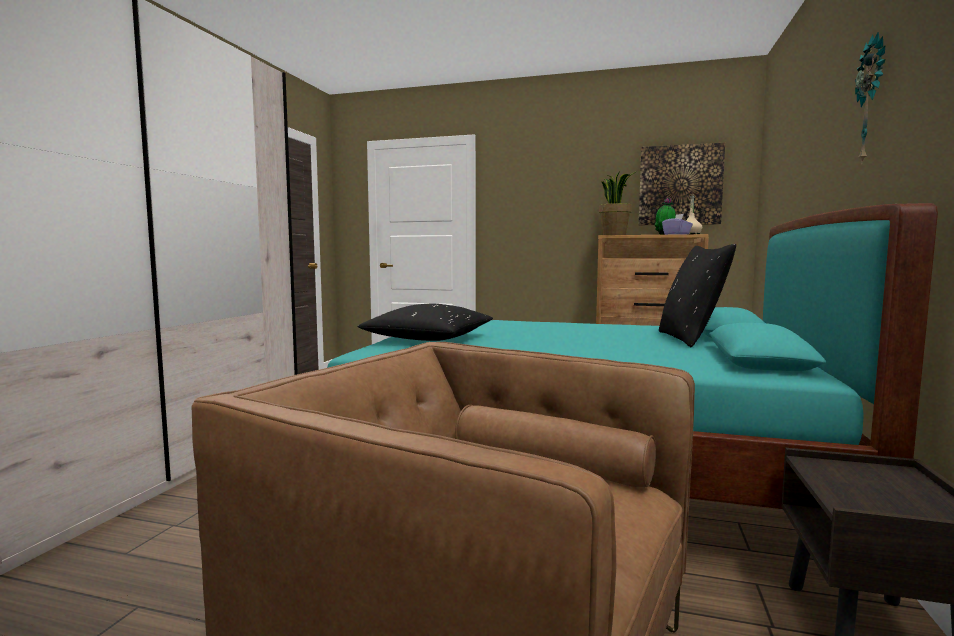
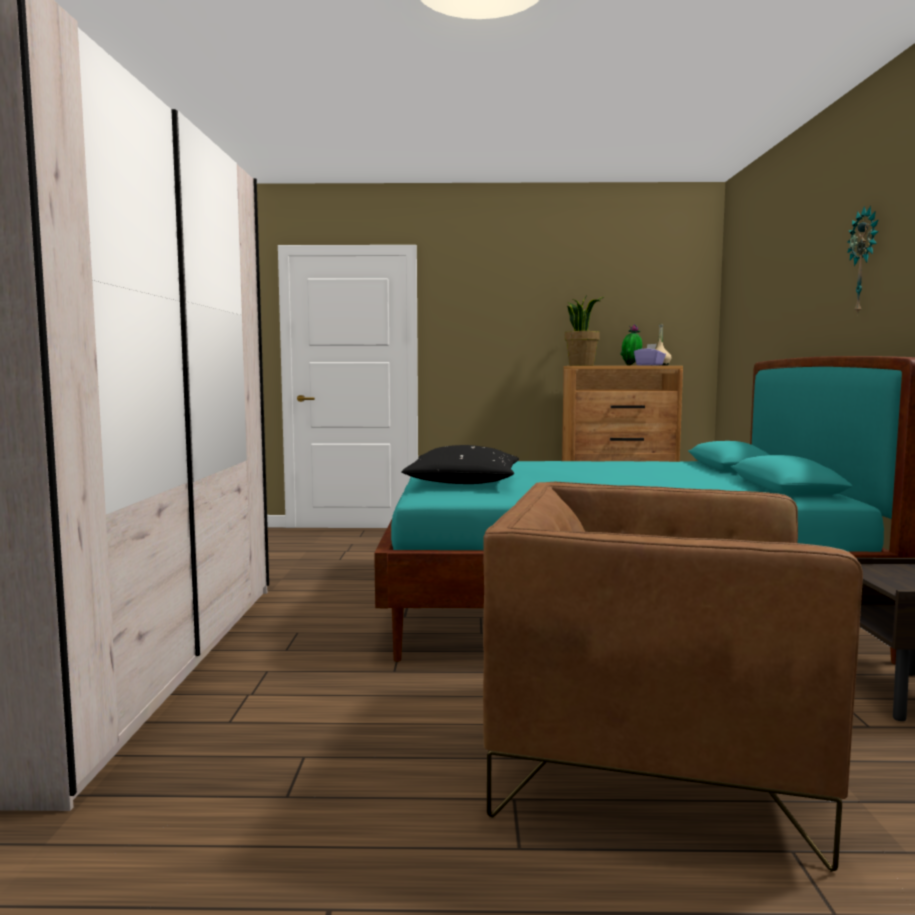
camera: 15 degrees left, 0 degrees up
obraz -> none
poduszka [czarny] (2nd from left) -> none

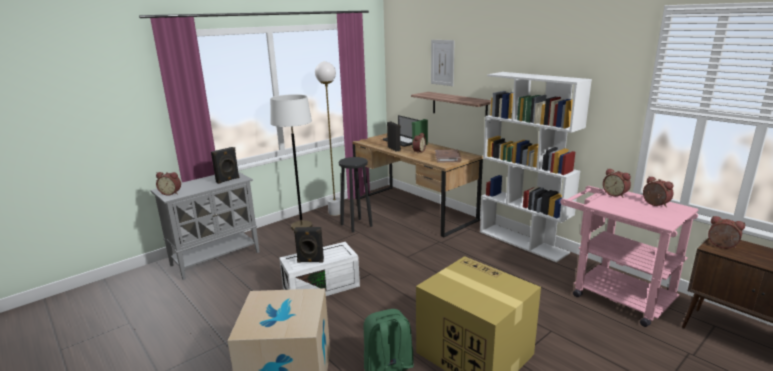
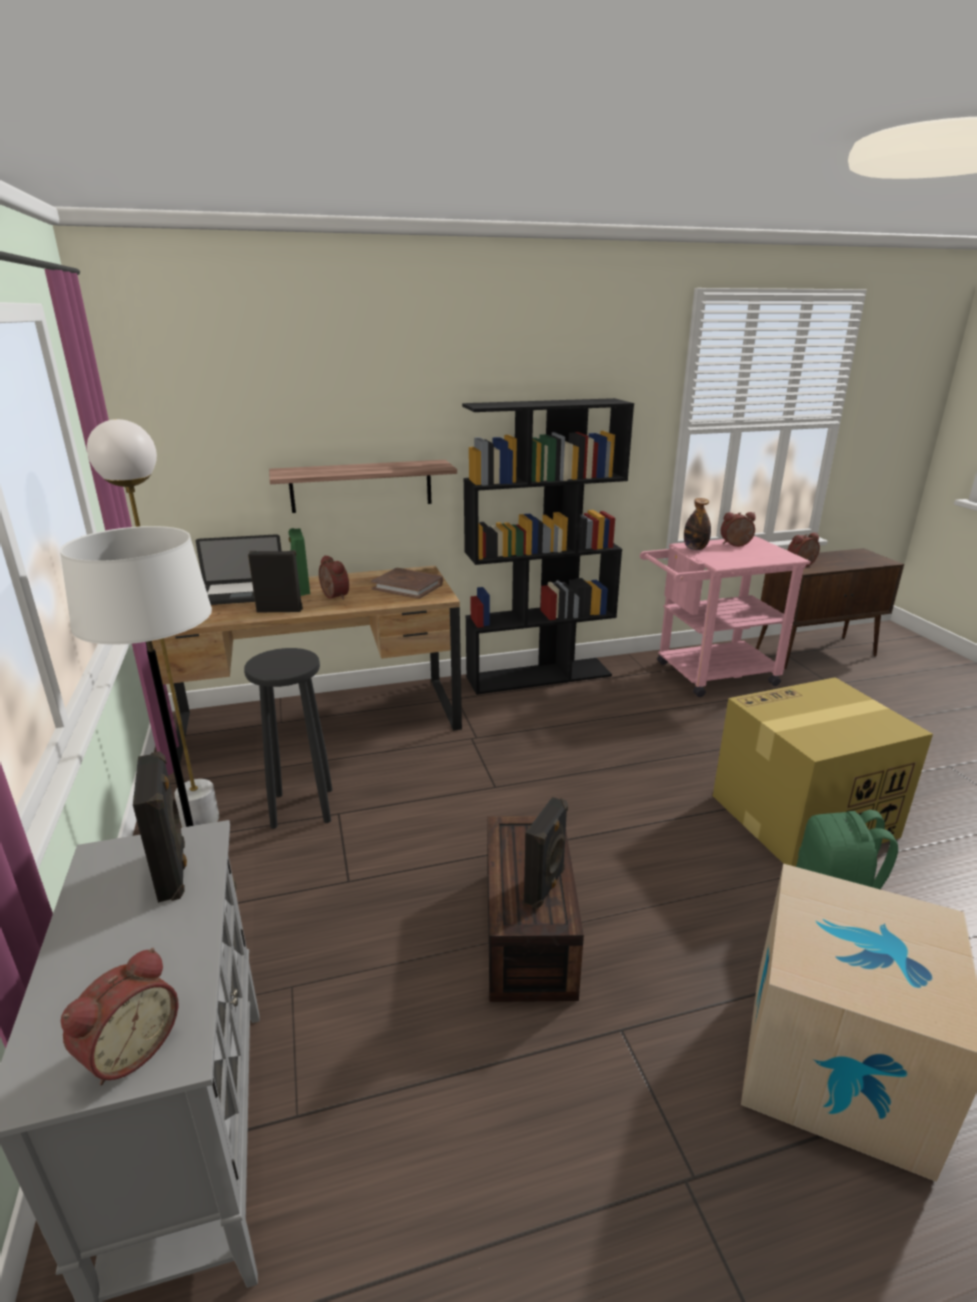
camera: 65 degrees left, 5 degrees up
regał [biały] -> regał [czarny]
pojemnik do przechowywania [biały] -> pojemnik do przechowywania [brązowy]
budzik (3rd from left) -> butelka
obraz -> none

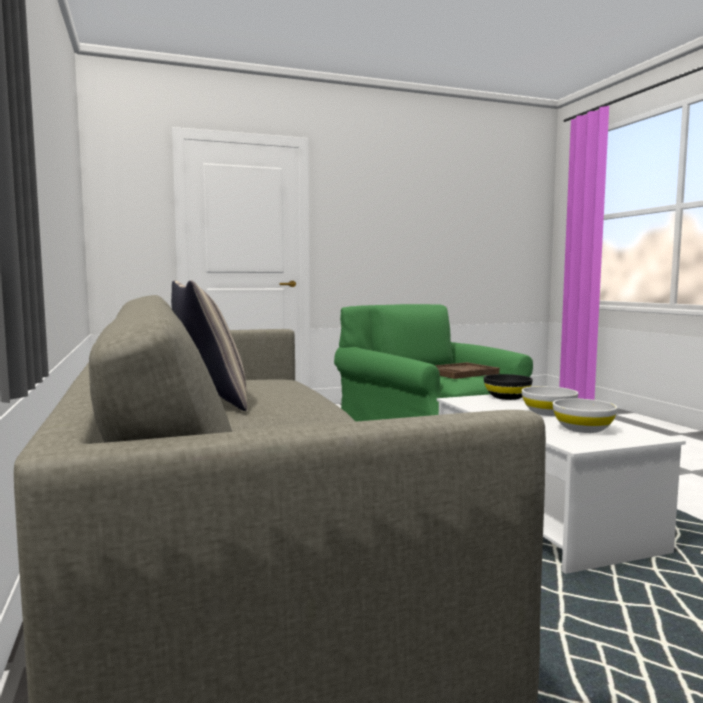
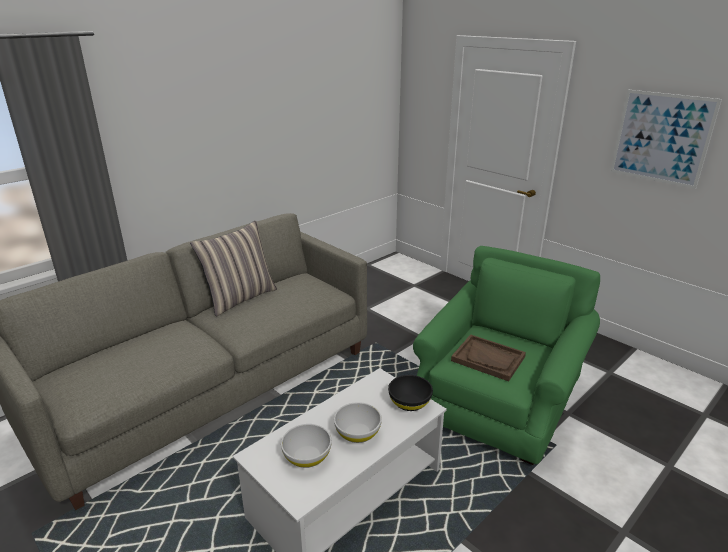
camera: 65 degrees right, 20 degrees up
none -> obraz

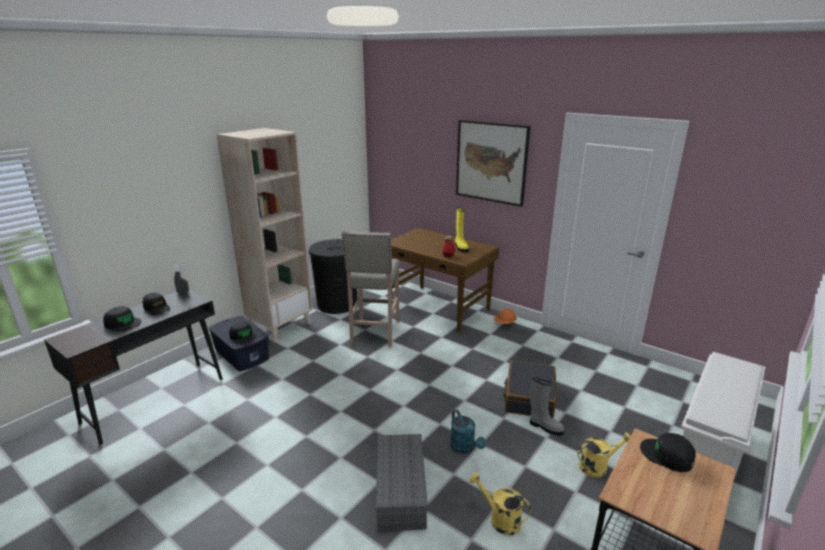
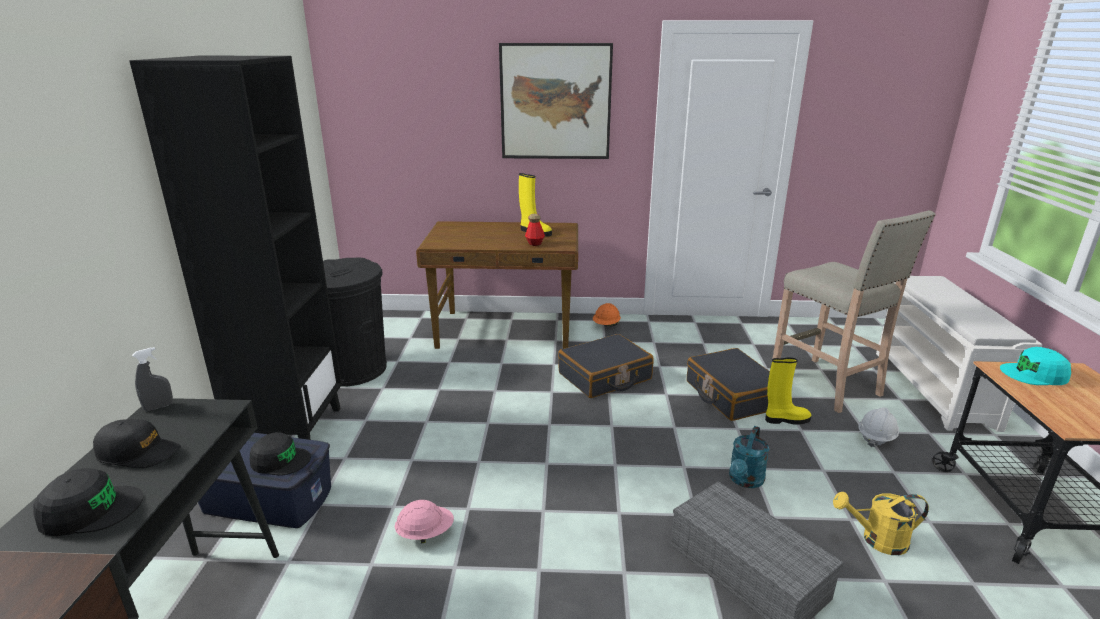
camera: 35 degrees left, 0 degrees up
regał [beżowy] -> regał [czarny]
none -> kask [różowy]
none -> walizka [czarny] (1st from left)
konewka [turkusowy], 90 degrees clockwise
but z cholewką [szary] -> but z cholewką [żółty] (2nd from left)
stołek [beżowy], move
konewka [żółty] (2nd from left) -> kask [biały]
czapka z daszkiem [czarny] (4th from left) -> czapka z daszkiem [turkusowy]

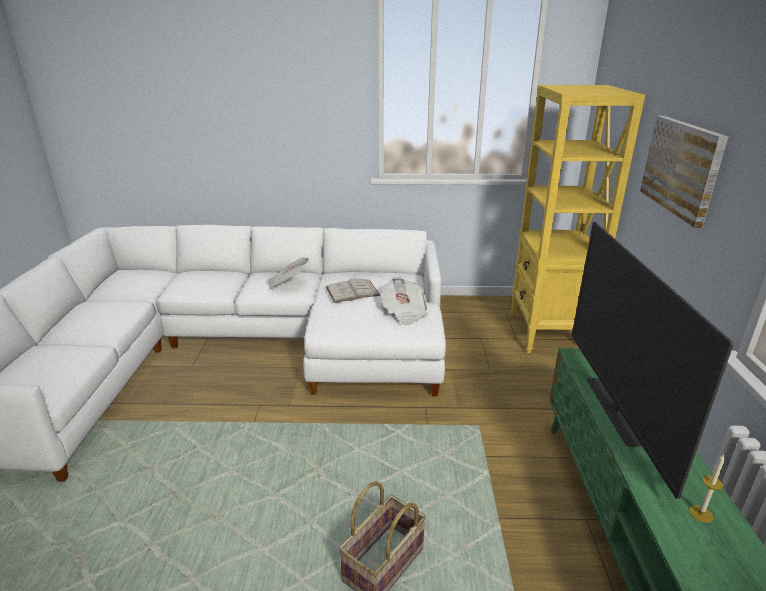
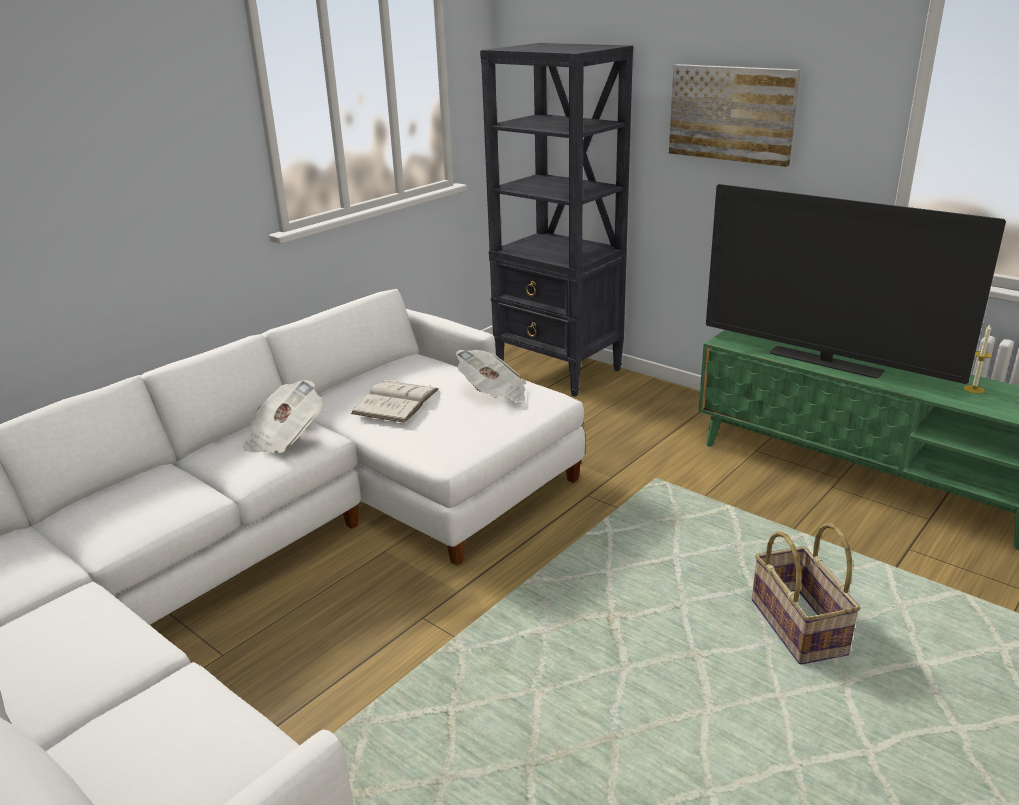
camera: 50 degrees left, 0 degrees up
regał [żółty] -> regał [czarny]

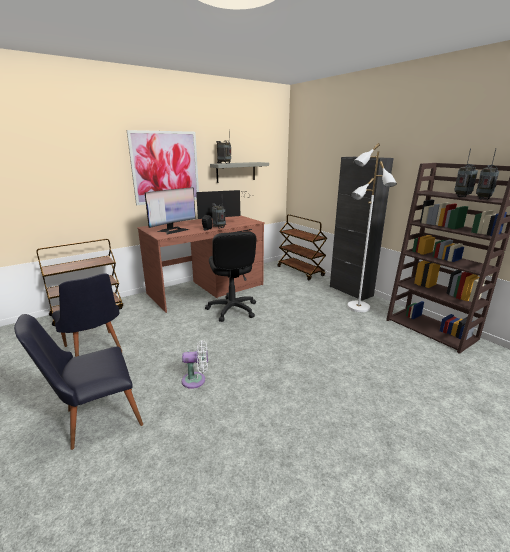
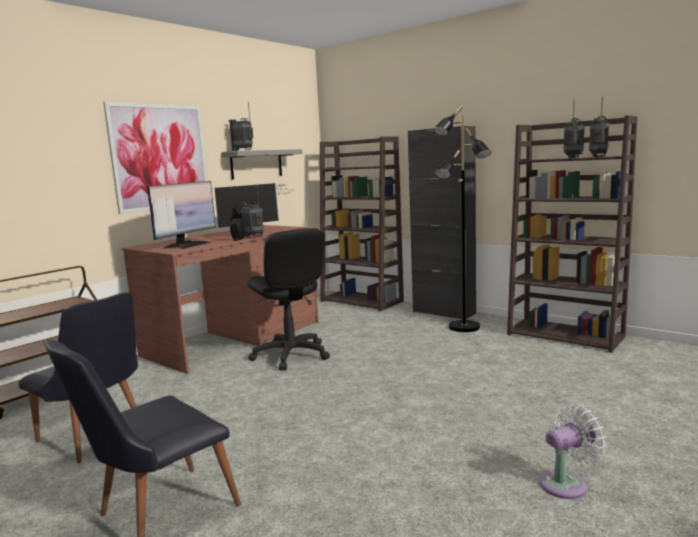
camera: 15 degrees left, 10 degrees down
wózek [brązowy] (2nd from left) -> regał [brązowy] (1st from left)
lampa stojąca [biały] -> lampa stojąca [czarny]
wentylator [biały], move

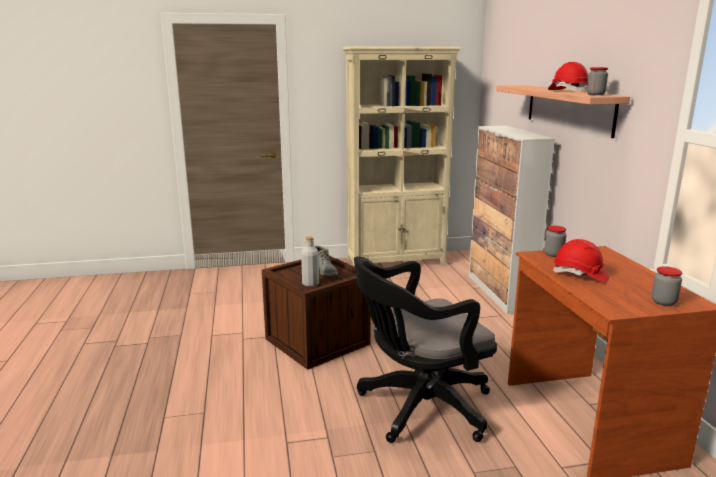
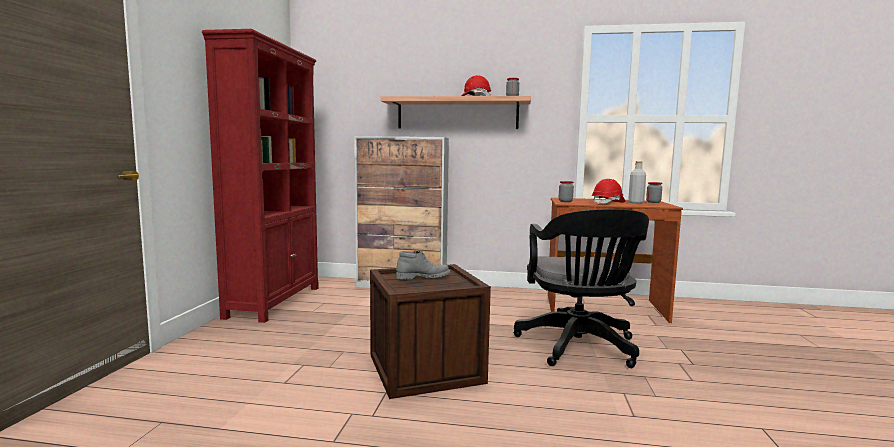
camera: 70 degrees left, 10 degrees down
regał [beżowy] -> regał [czerwony]
butelka [szary], move

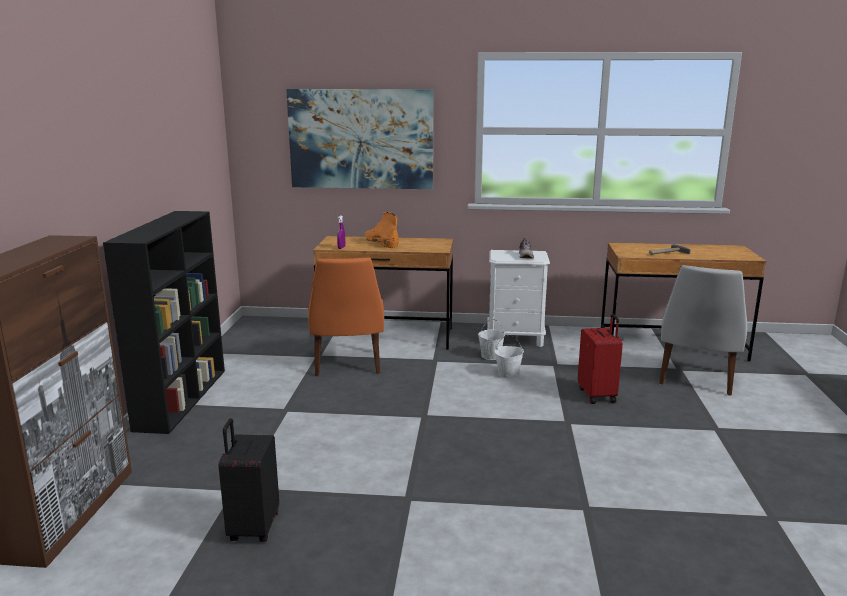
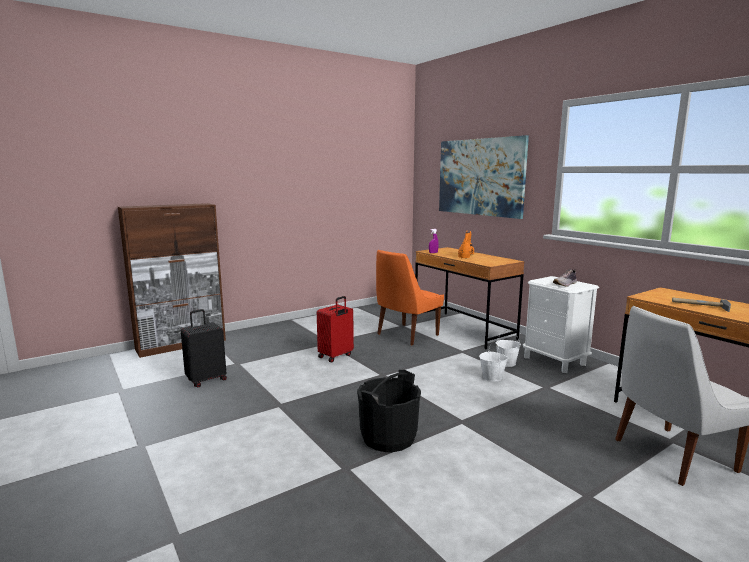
camera: 50 degrees right, 5 degrees down
walizka [czerwony], move
none -> wiadro [czarny]
regał [czarny] -> none

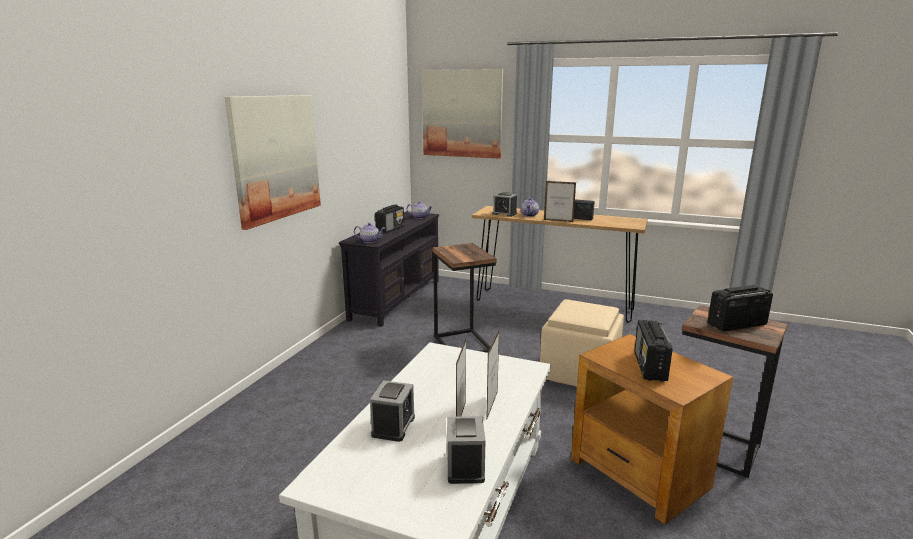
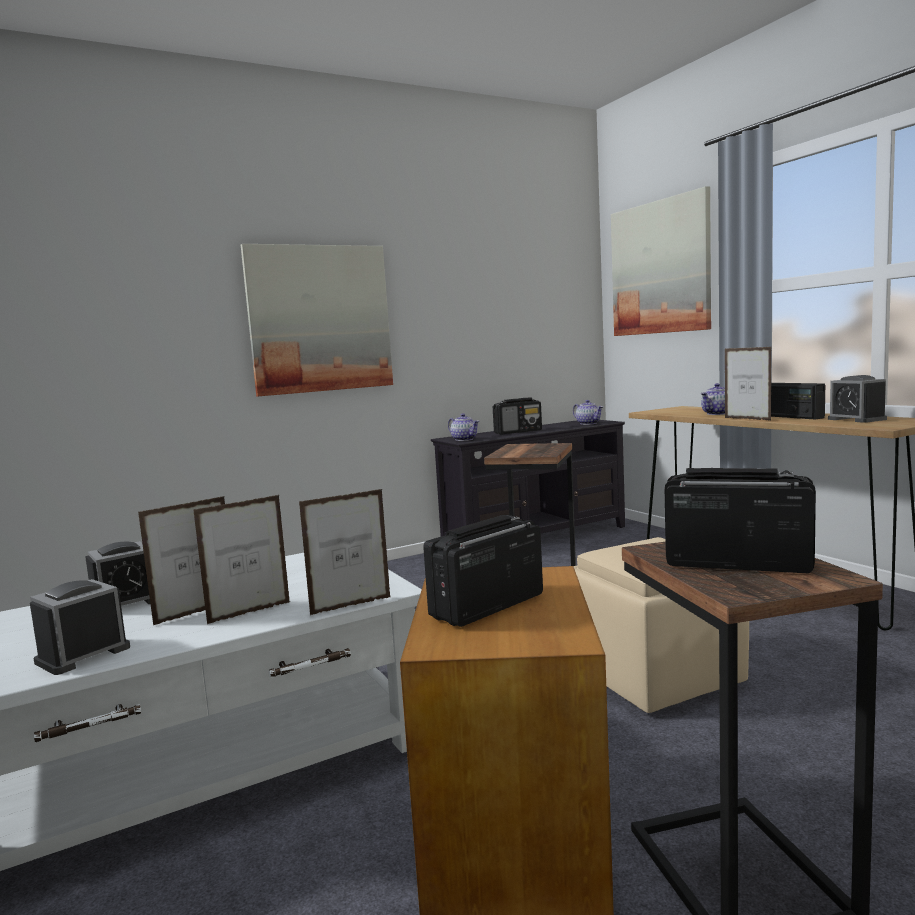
camera: 40 degrees right, 10 degrees down
none -> ramka na zdjęcie (3rd from left)
budzik (3rd from left), move

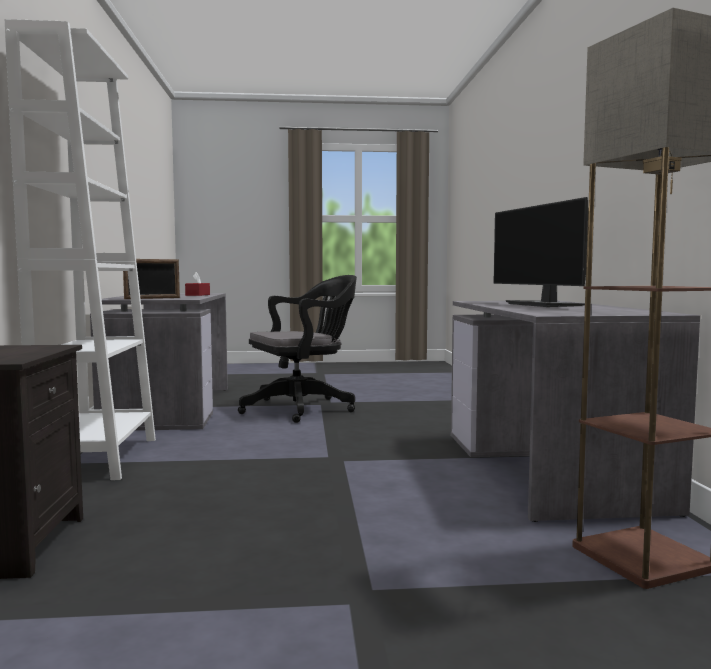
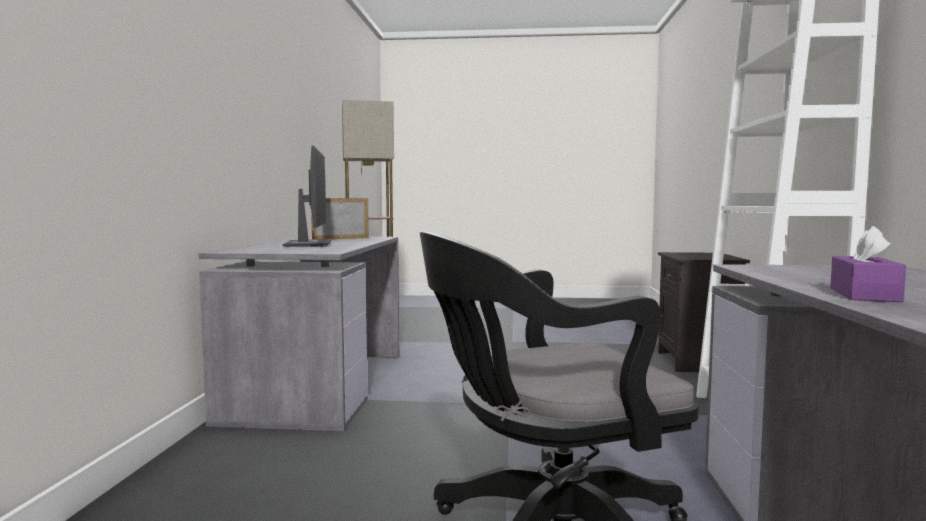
camera: 170 degrees left, 0 degrees up
ramka na zdjęcie, move
pudełko chusteczek [czerwony] -> pudełko chusteczek [fioletowy]

